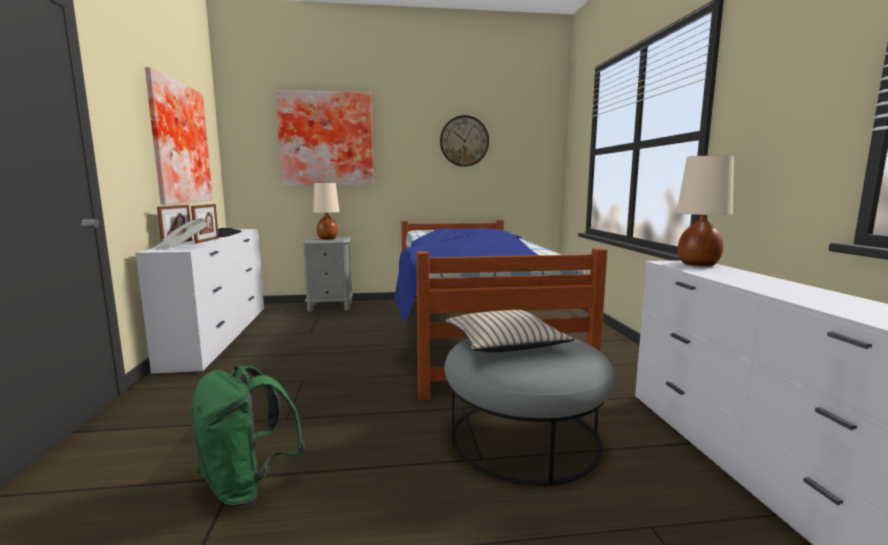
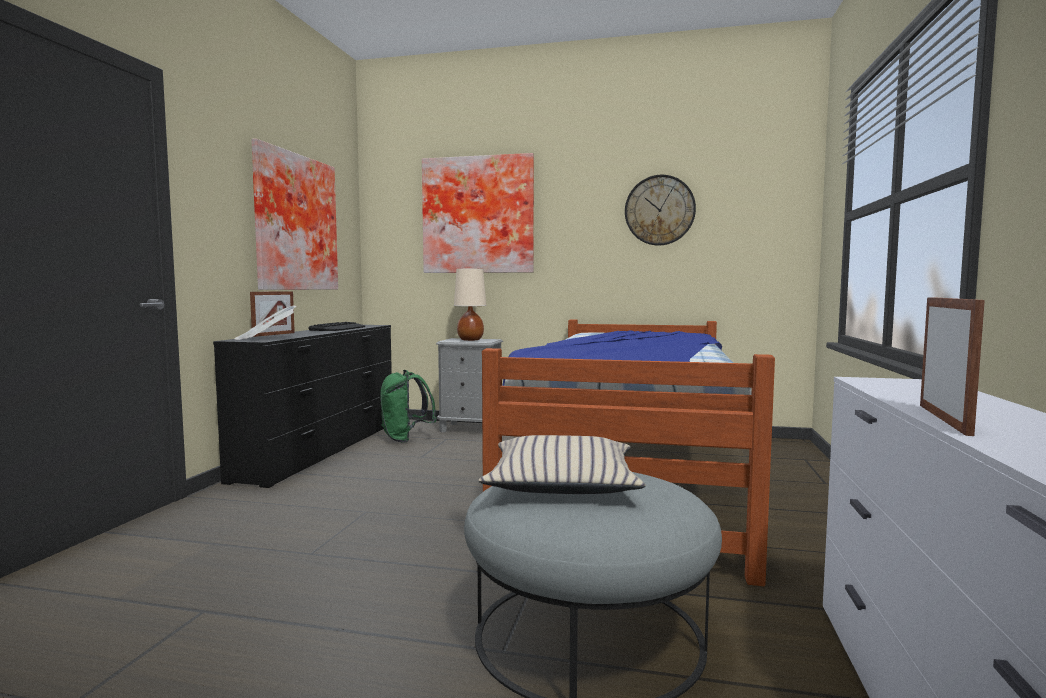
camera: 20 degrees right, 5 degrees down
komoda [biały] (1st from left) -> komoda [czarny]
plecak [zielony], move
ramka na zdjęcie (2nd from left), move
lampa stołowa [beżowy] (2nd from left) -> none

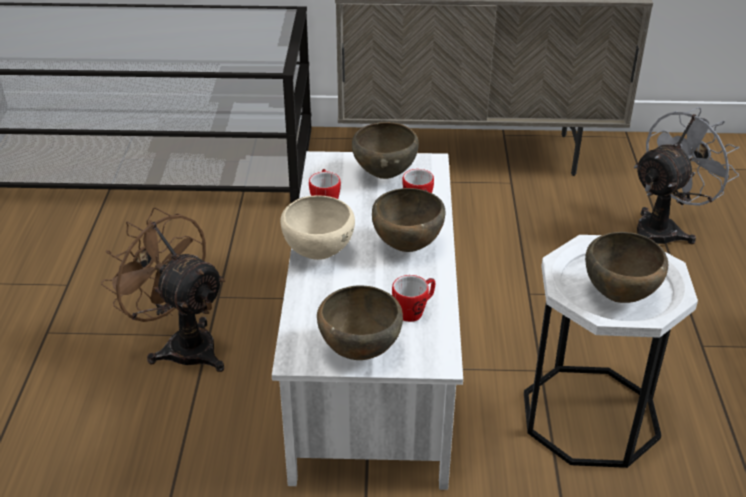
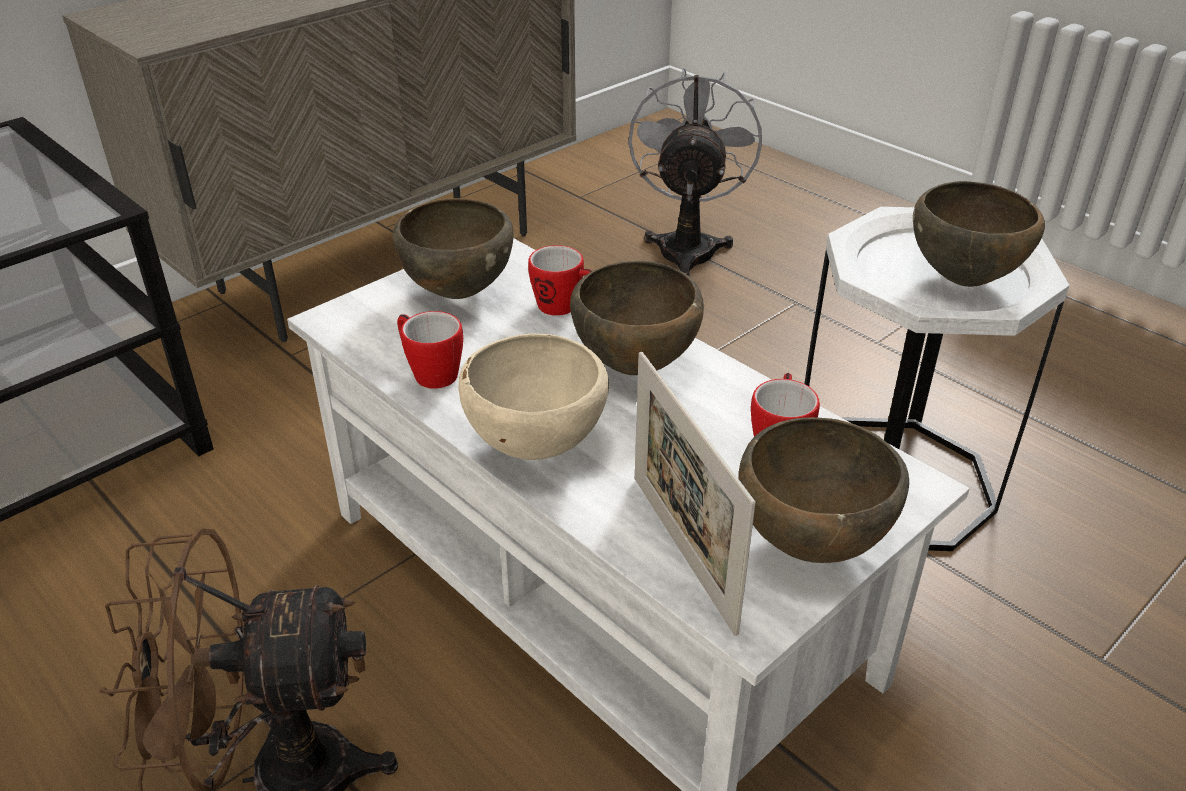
camera: 45 degrees left, 0 degrees up
none -> ramka na zdjęcie

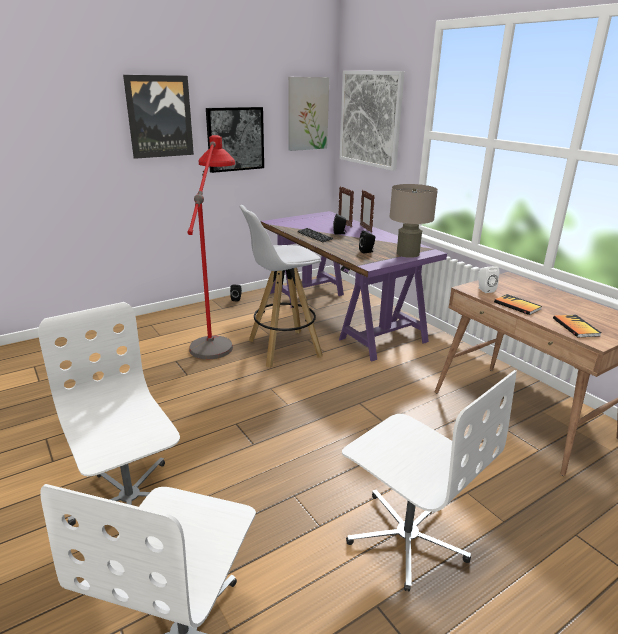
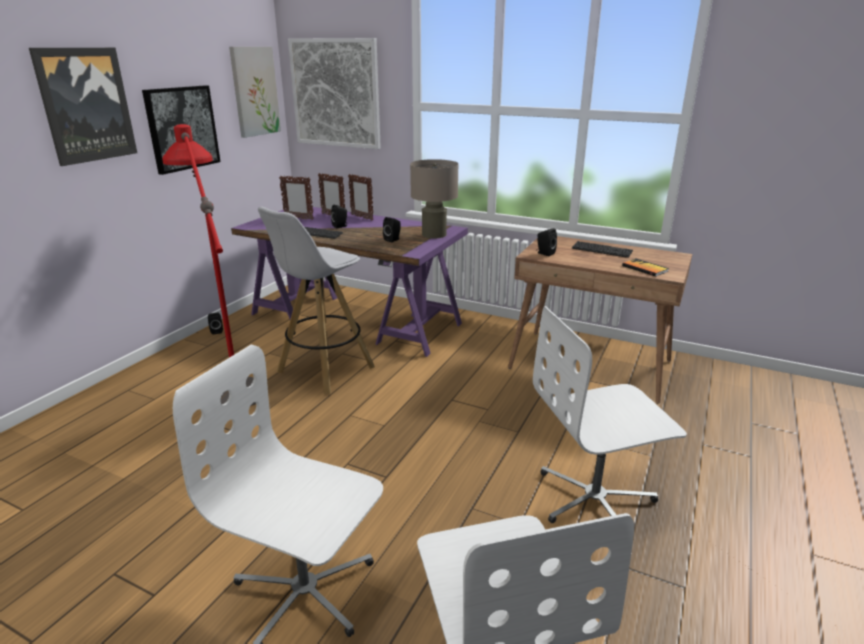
camera: 30 degrees left, 0 degrees up
none -> ramka na zdjęcie (1st from left)
krzesło biurowe [biały] (3rd from left), 150 degrees clockwise
głośnik [biały] -> głośnik [czarny] (4th from left)
none -> klawiatura (2nd from left)
książka (1st from left) -> none

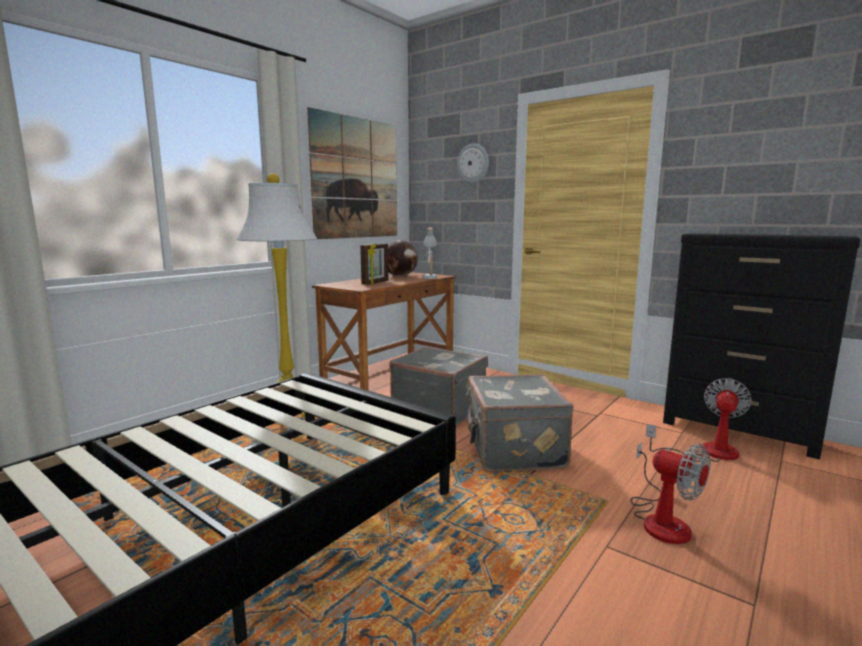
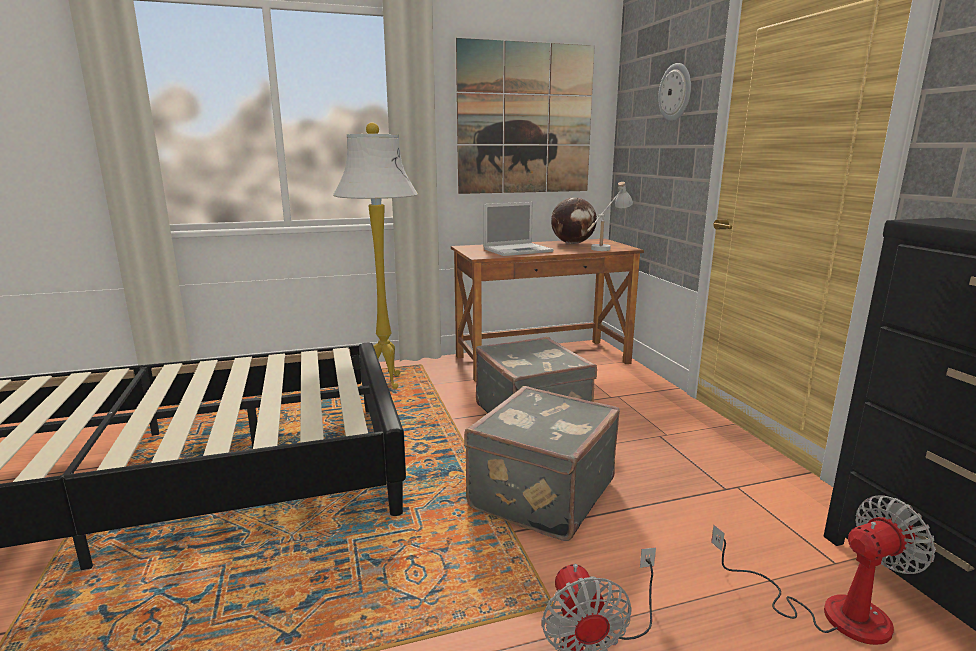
camera: 35 degrees right, 5 degrees up
ramka na zdjęcie -> laptop

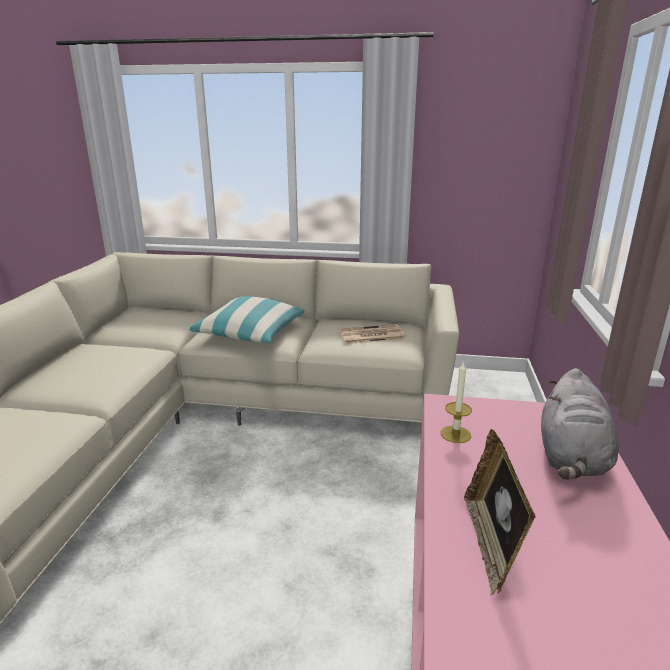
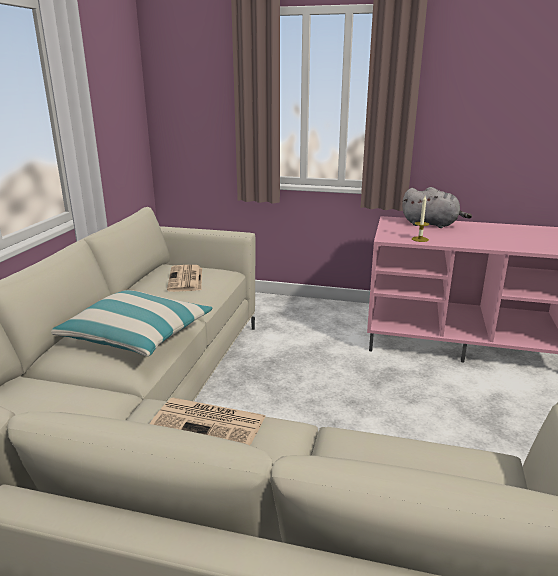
camera: 85 degrees left, 0 degrees up
none -> gazeta (2nd from left)
ramka na zdjęcie -> none

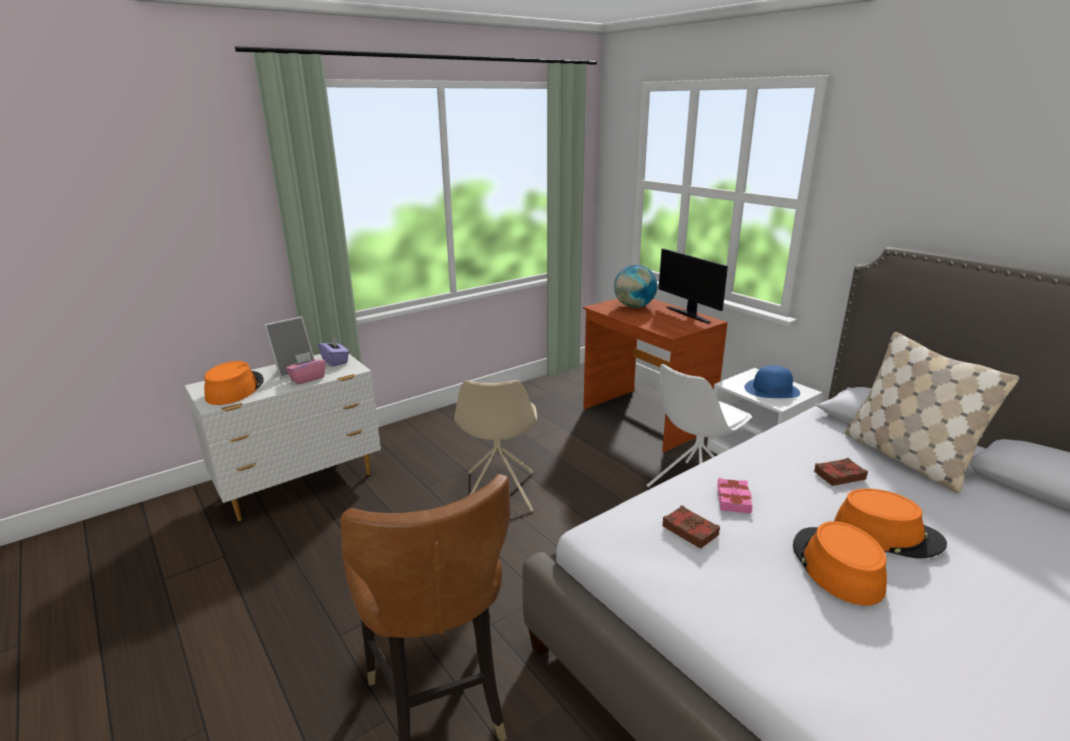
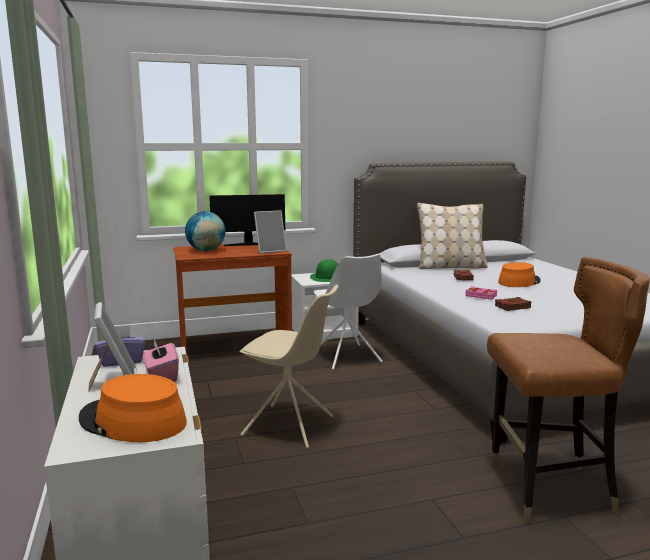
camera: 70 degrees left, 10 degrees down
none -> ramka na zdjęcie (2nd from left)
kapelusz [niebieski] -> kapelusz [zielony]
kapelusz [pomarańczowy] (2nd from left) -> none

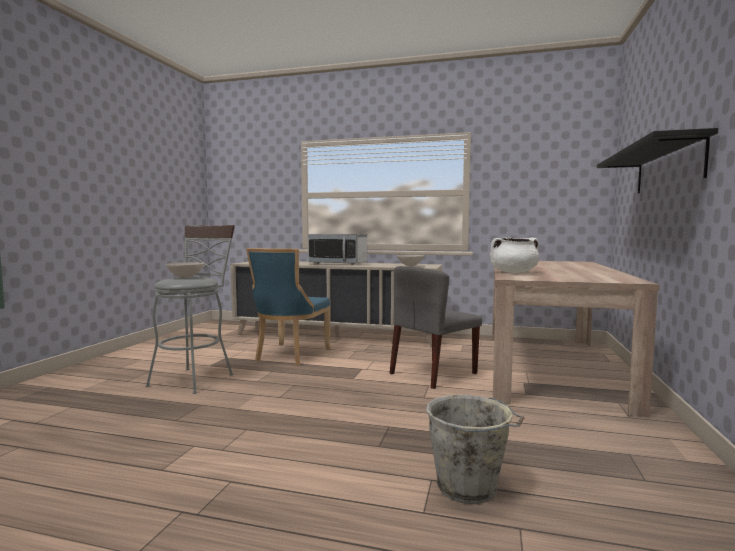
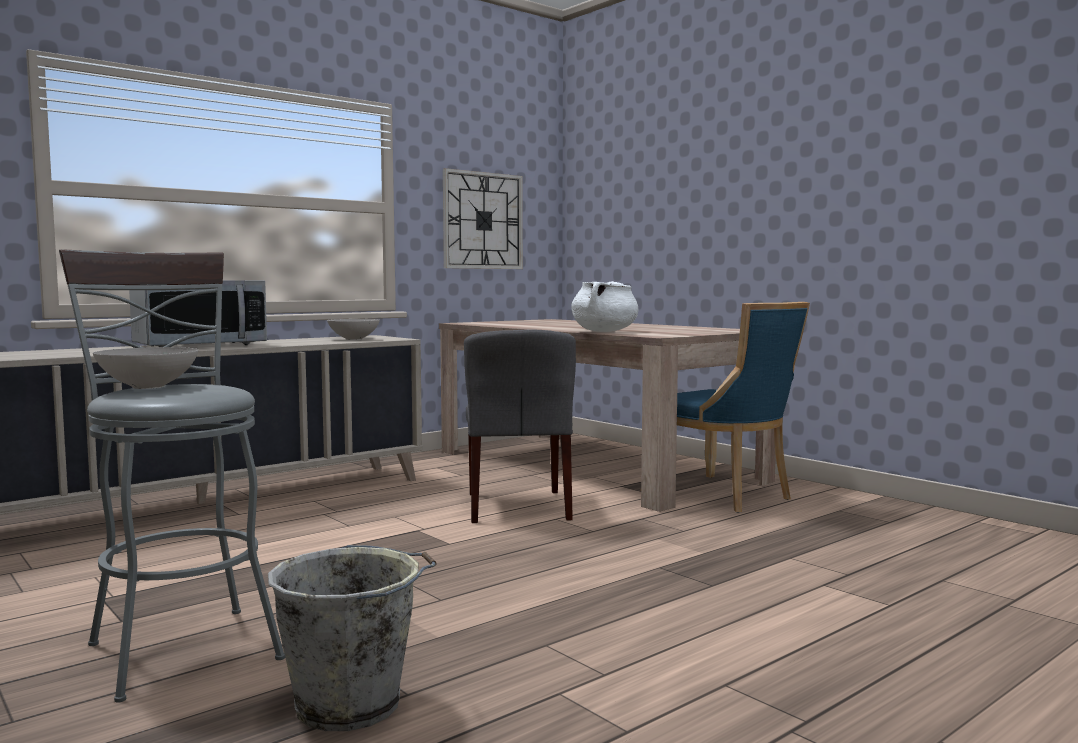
camera: 55 degrees left, 0 degrees up
wiadro [szary], move
none -> zegar ścienny
krzesło [niebieski], move
półka [czarny] -> none

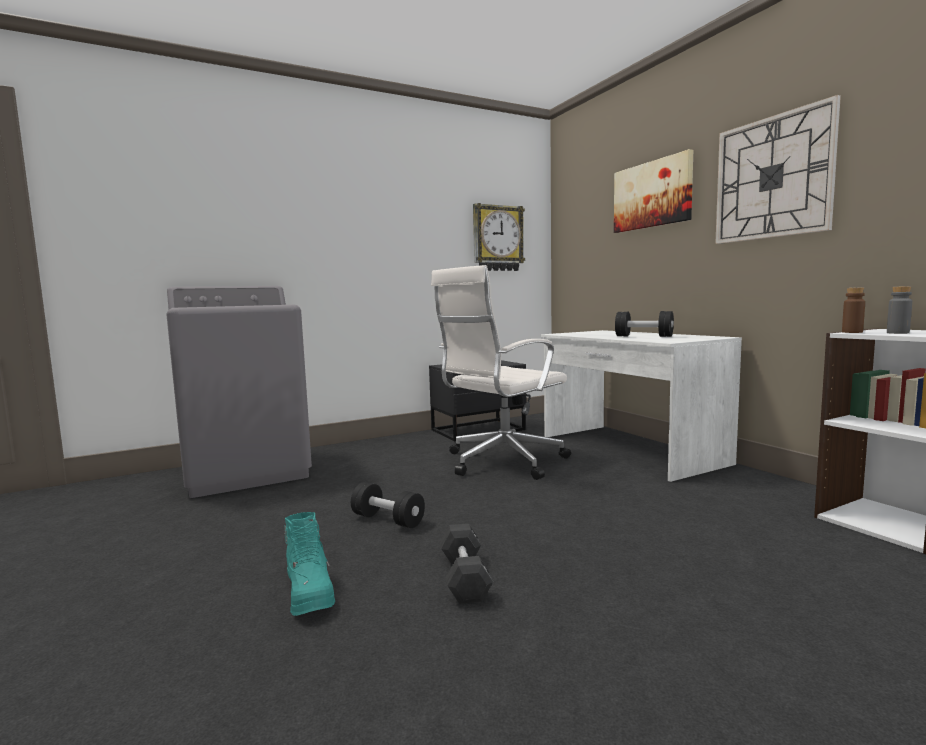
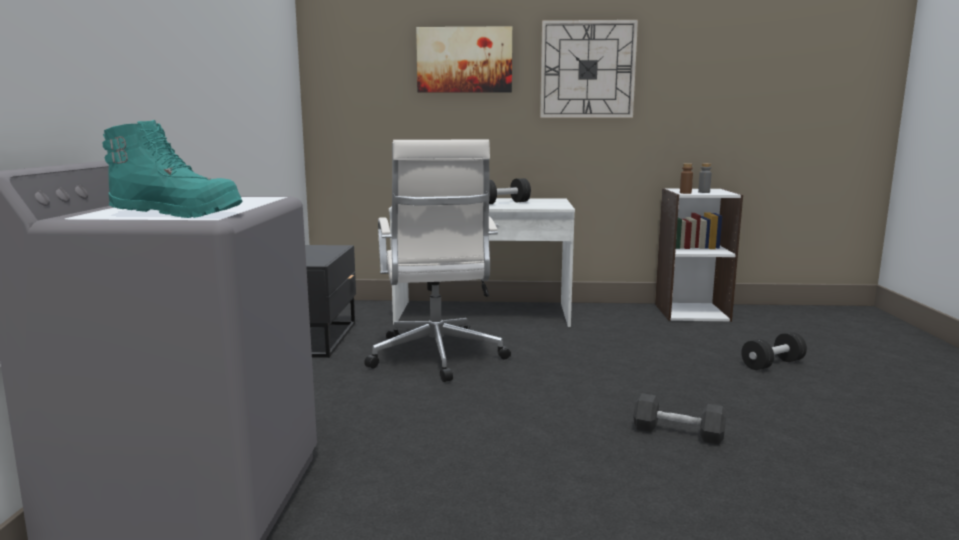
camera: 60 degrees left, 5 degrees up
but z cholewką [turkusowy], move
hantel [czarny] (1st from left in the first image) -> hantel [czarny] (3rd from left), move
zegar ścienny (1st from left) -> none

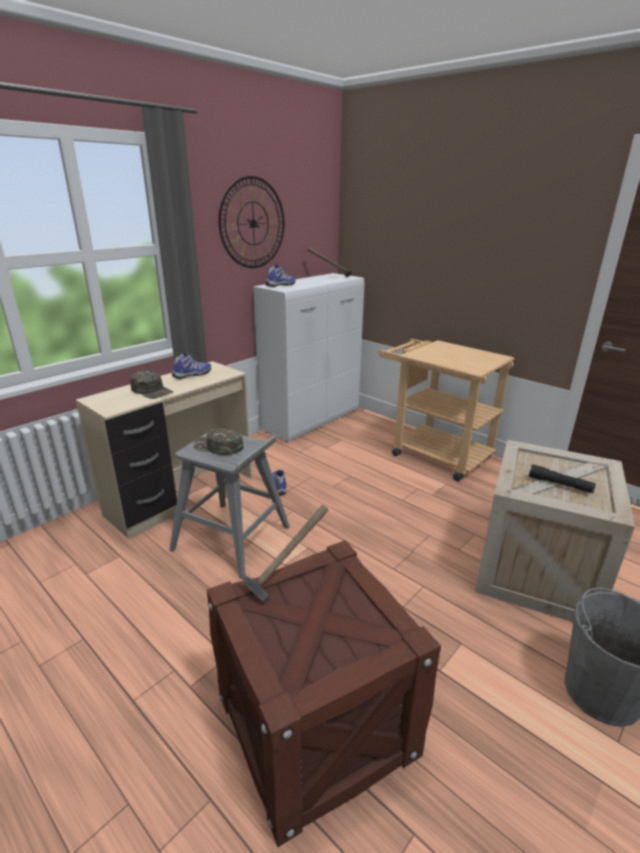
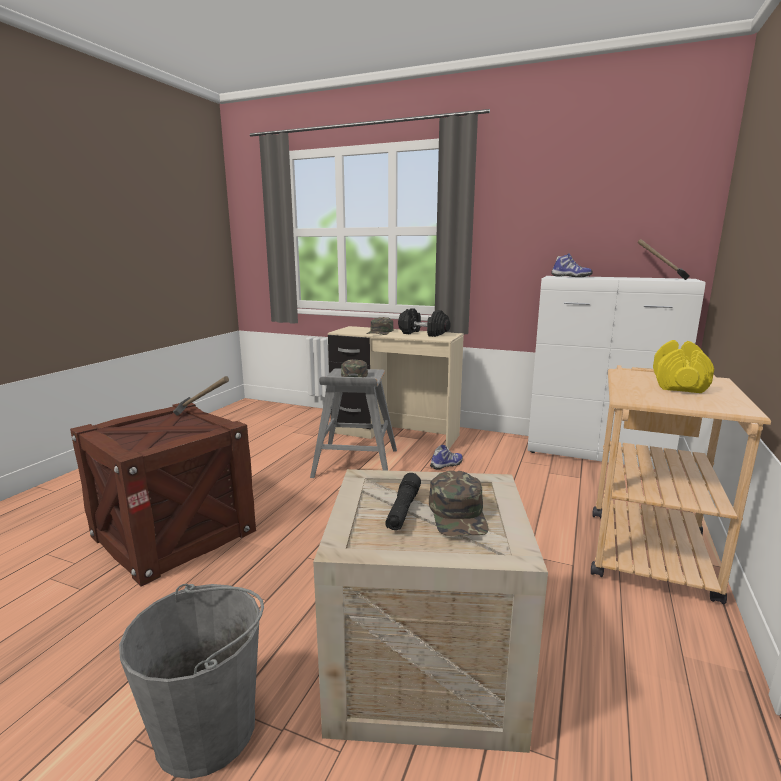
camera: 70 degrees right, 10 degrees down
but (1st from left) -> hantel [czarny]
none -> czapka z daszkiem [zielony] (3rd from left)
none -> hantel [żółty]
zegar ścienny -> none

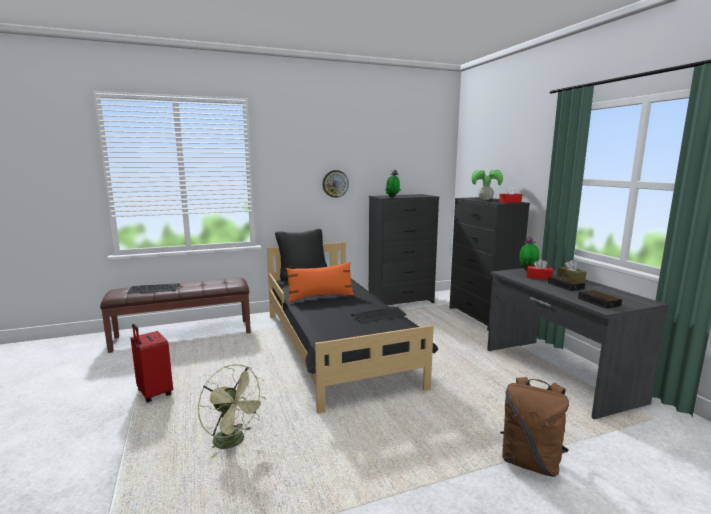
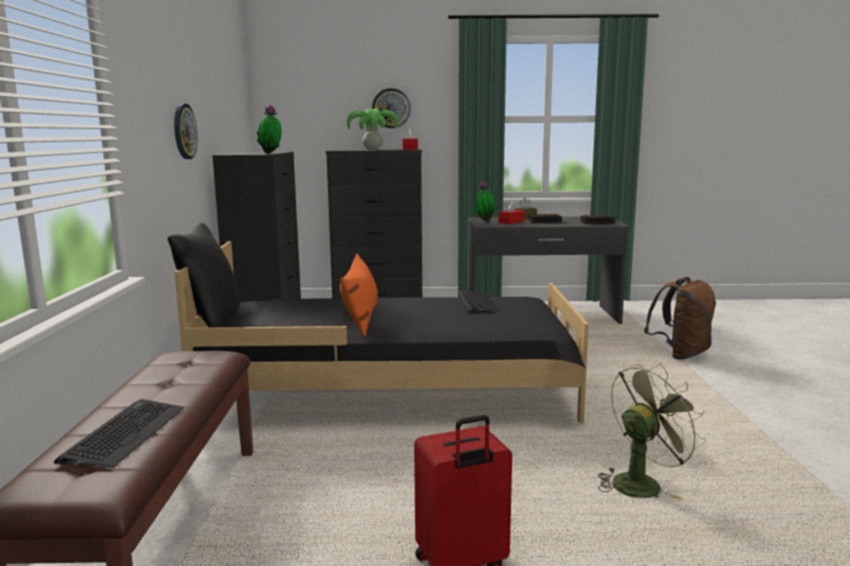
camera: 70 degrees left, 0 degrees up
none -> zegar ścienny (2nd from left)

